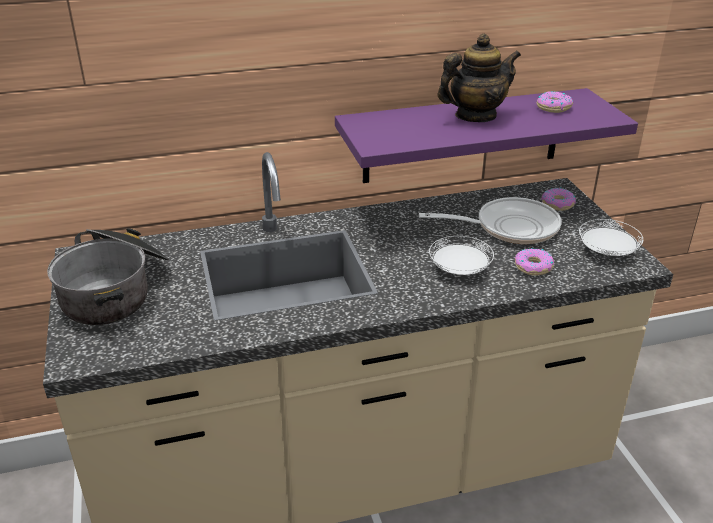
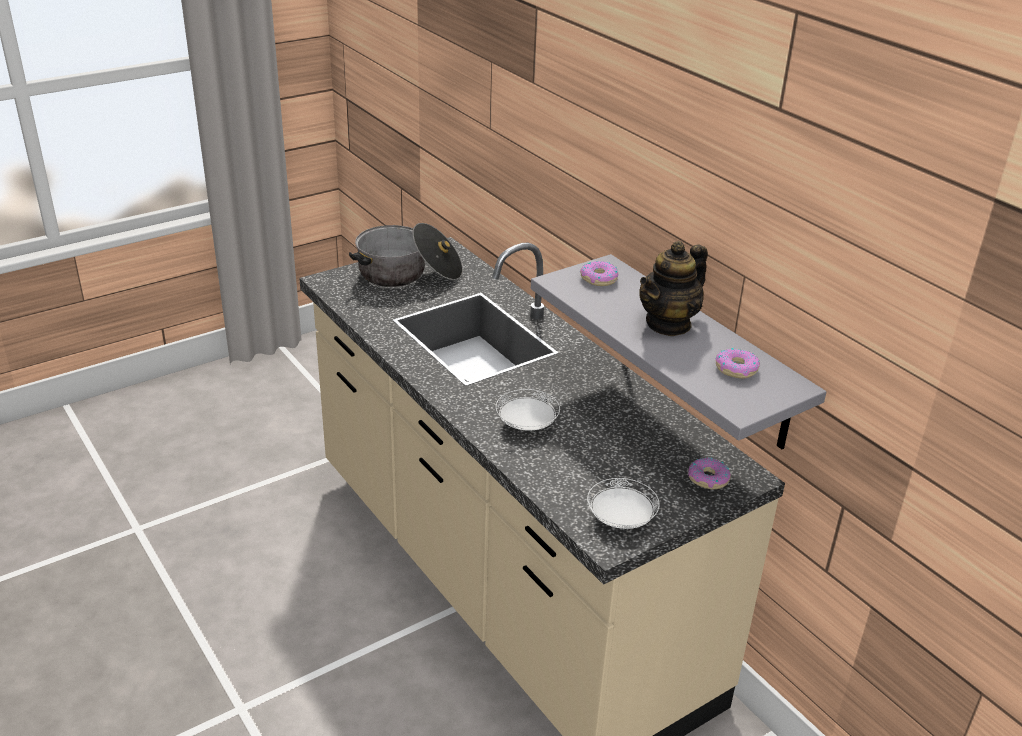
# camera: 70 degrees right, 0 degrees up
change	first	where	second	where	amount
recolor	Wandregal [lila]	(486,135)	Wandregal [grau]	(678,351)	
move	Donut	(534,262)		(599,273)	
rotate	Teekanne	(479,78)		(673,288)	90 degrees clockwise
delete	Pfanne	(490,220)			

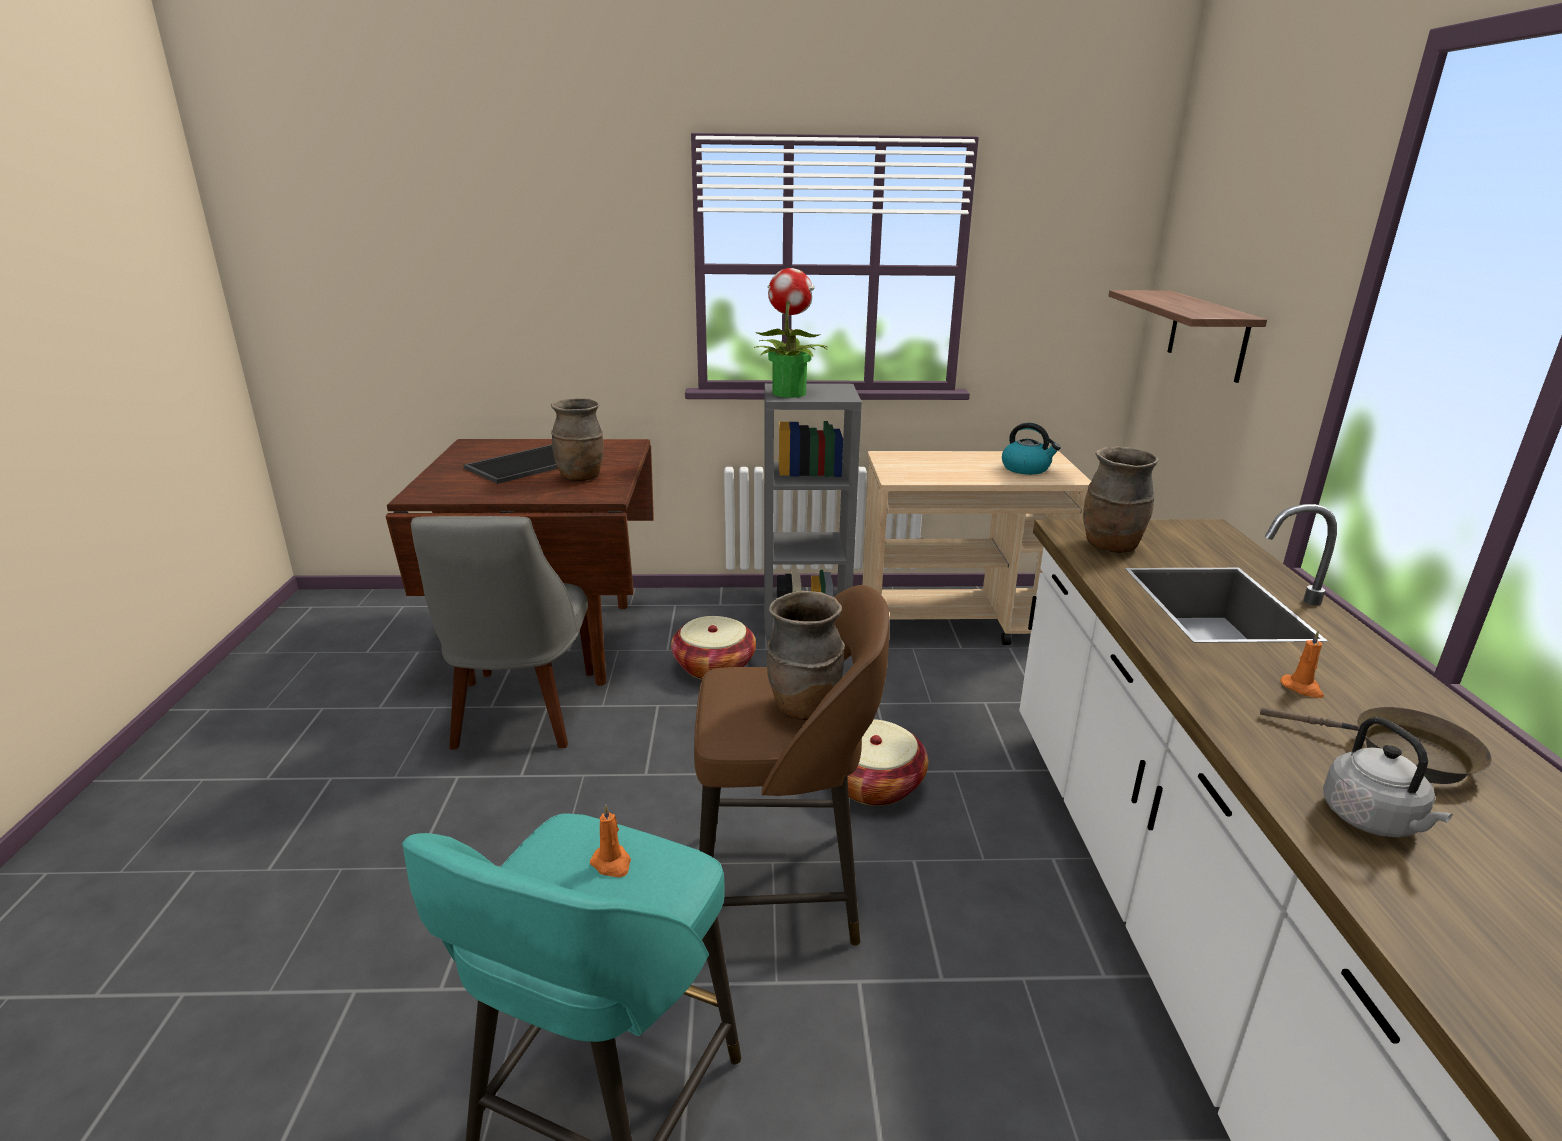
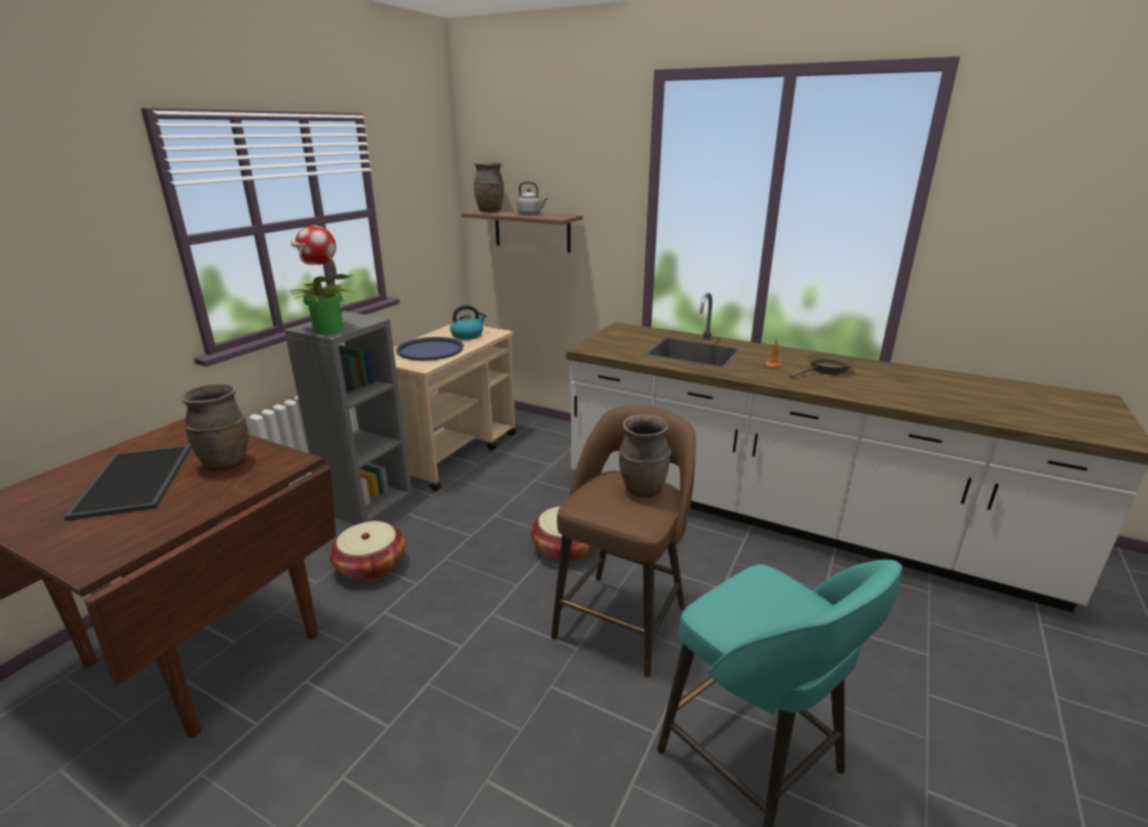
# camera: 60 degrees left, 0 degrees up
change	first	where	second	where	amount
insert			Tablett [blau]	(430,348)	
move	Vase [braun]	(1121,499)		(489,187)	
move	Wasserkessel [grau]	(1388,777)		(532,198)	
delete	Stuhl [grau]	(502,632)			
delete	Kerze [orange]	(610,841)			

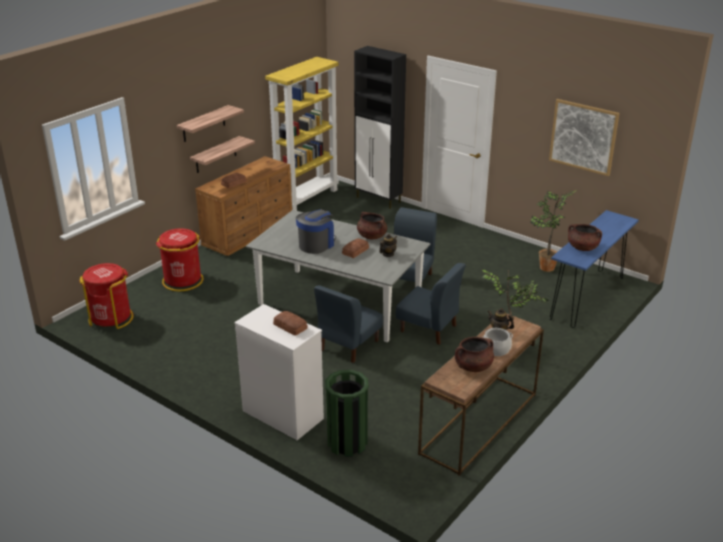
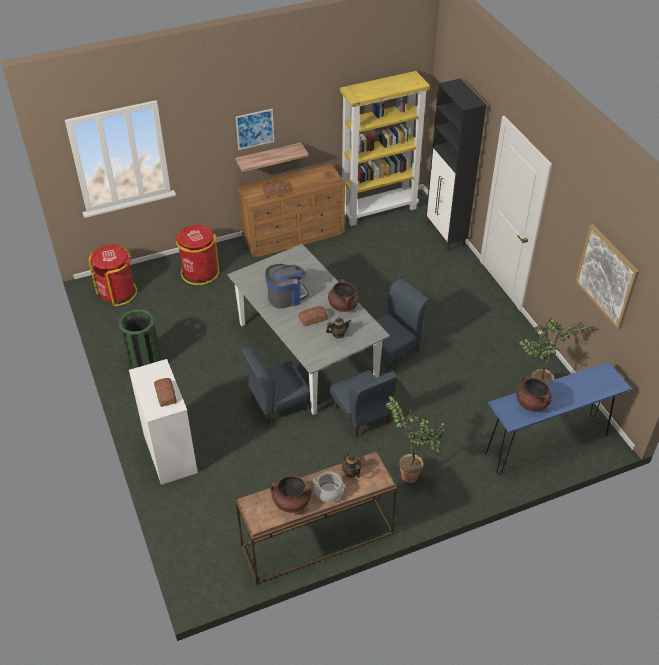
# camera: 30 degrees right, 15 degrees up
change	first	where	second	where	amount
move	Mülleimer [grün]	(347,413)		(140,339)	
replace	Wandregal	(210,123)	Bild	(255,129)	

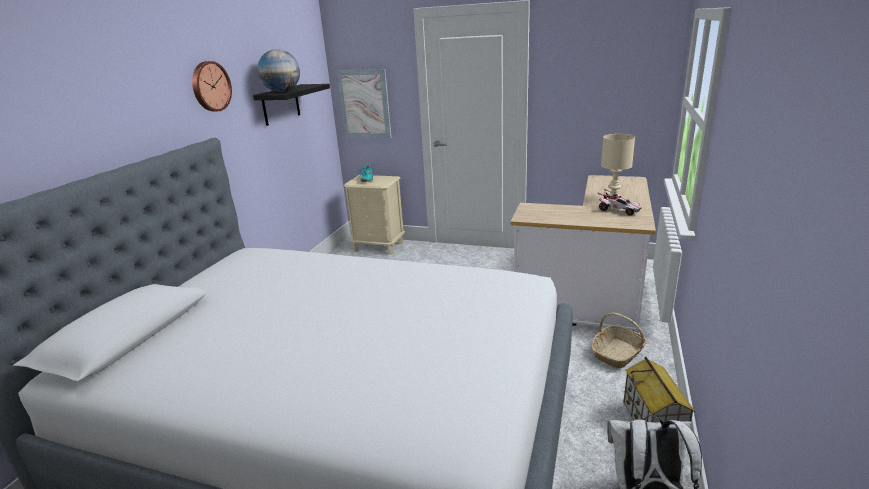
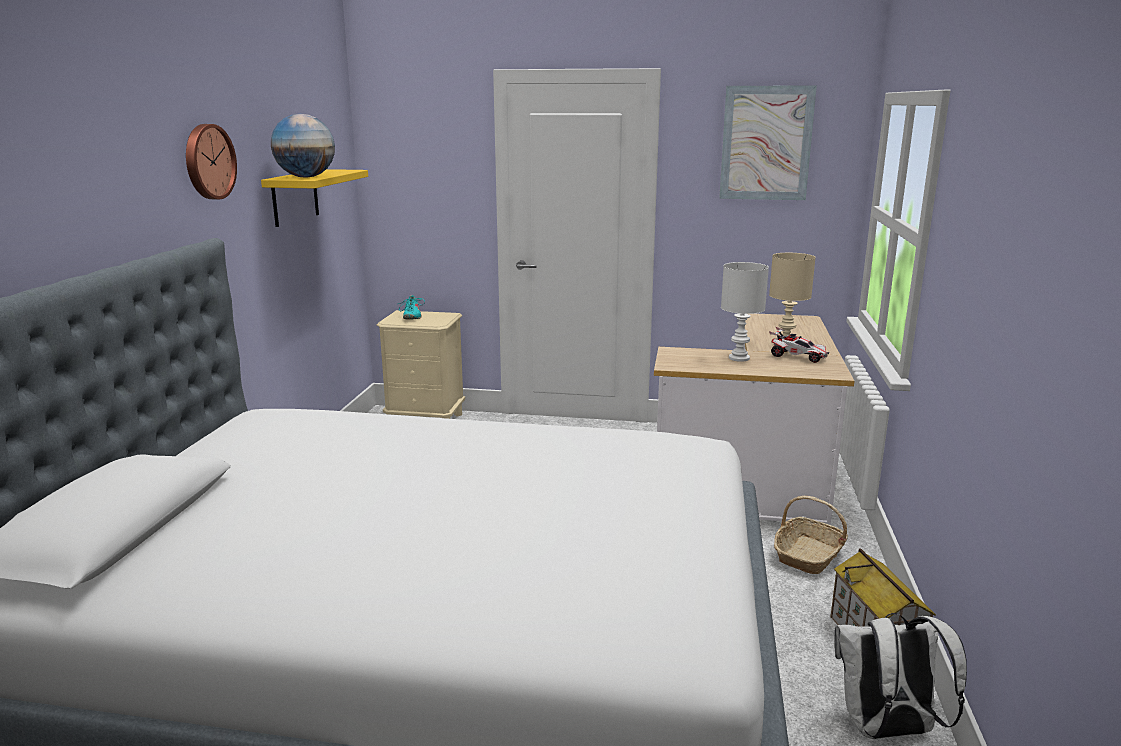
# camera: 10 degrees left, 5 degrees down
change	first	where	second	where	amount
recolor	Wandregal [schwarz]	(291,105)	Wandregal [gelb]	(314,198)	
move	Bild	(363,103)		(768,142)	
insert			Tischlampe [weiß]	(745,312)	

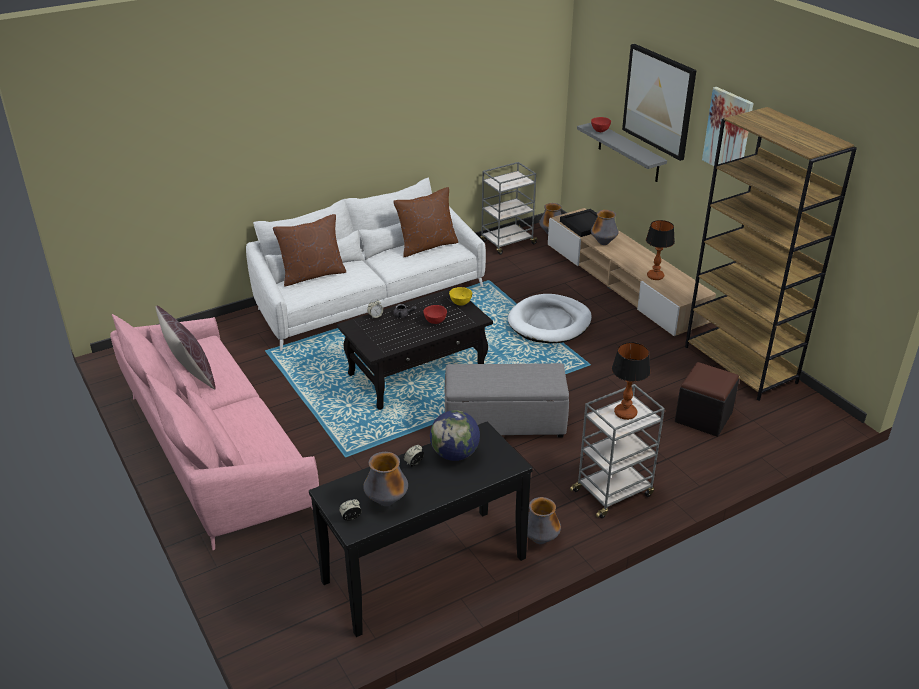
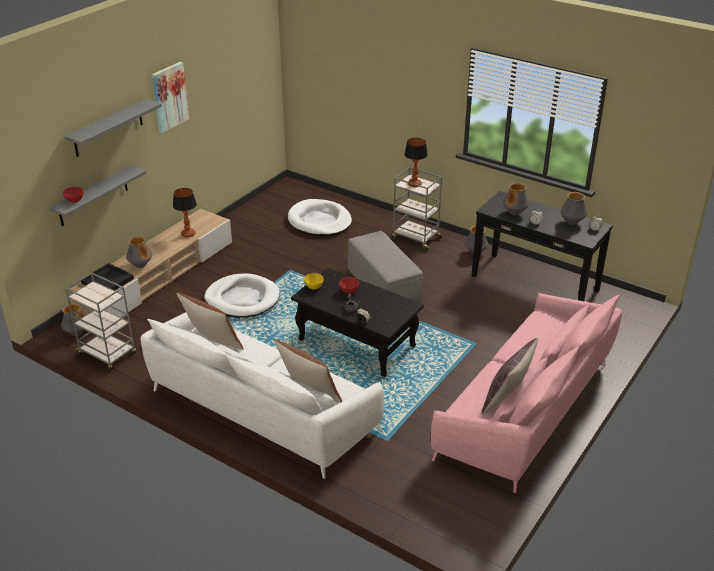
# camera: 115 degrees left, 0 degrees up
change	first	where	second	where	amount
replace	Bild	(659,102)	Wandregal [grau]	(113,128)	
replace	Polsterhocker [schwarz]	(707,399)	Hundebett [weiß]	(320,217)	
replace	Globus	(455,435)	Vase	(516,199)	
delete	Bücherregal [braun]	(771,254)			

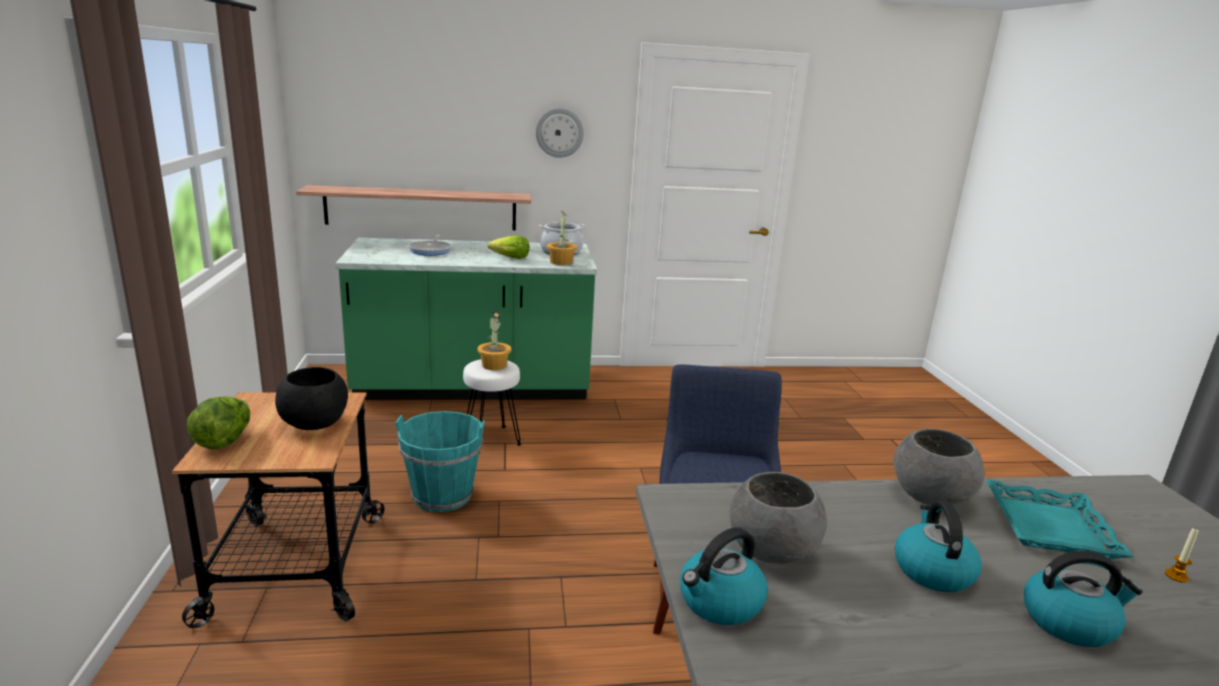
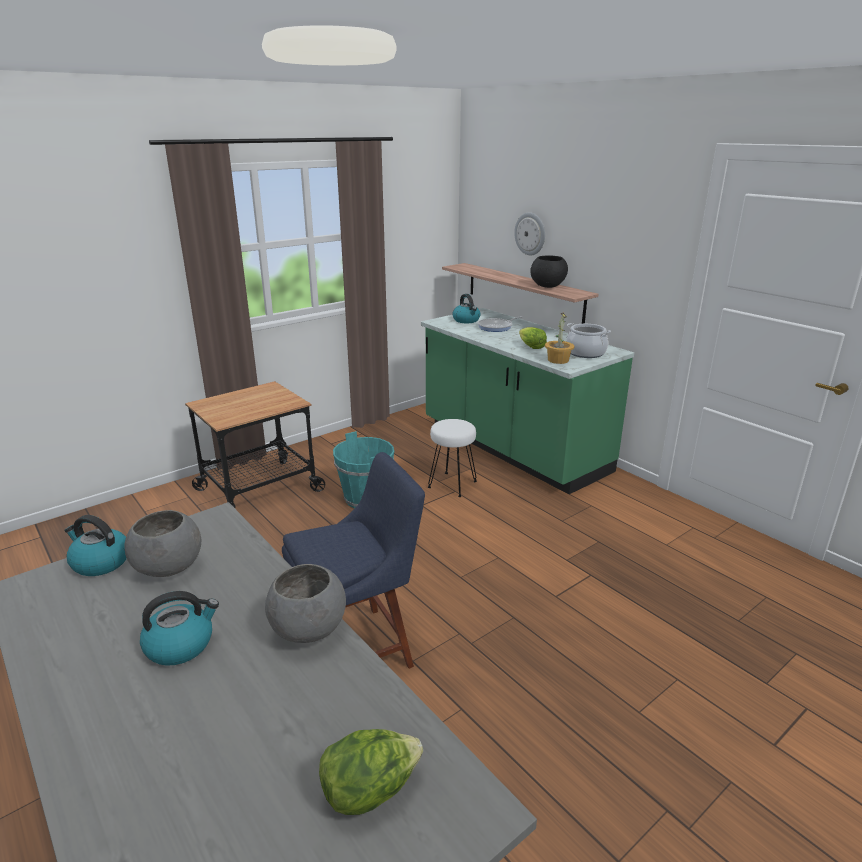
# camera: 60 degrees right, 5 degrees up
change	first	where	second	where	amount
move	Salatkopf	(218,422)		(371,772)	
move	Wasserkessel	(1083,599)		(466,308)	
move	Wanduhr	(560,133)		(529,233)	
move	Schüssel [schwarz]	(311,398)		(549,271)	
delete	Topfpflanze	(494,341)			
delete	Tablett [türkis]	(1060,519)			
delete	Kerze	(1181,555)			

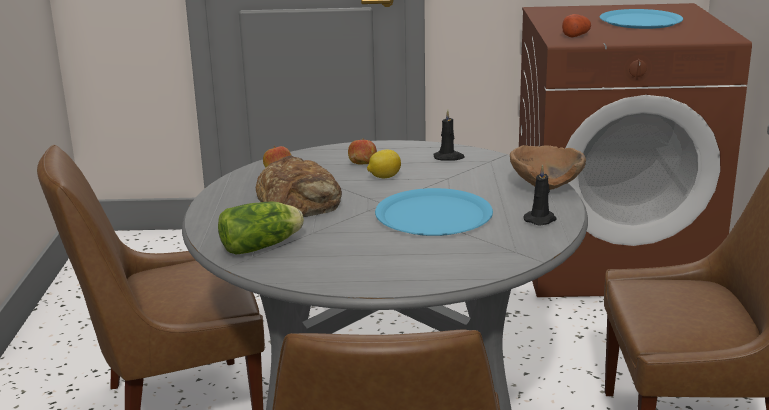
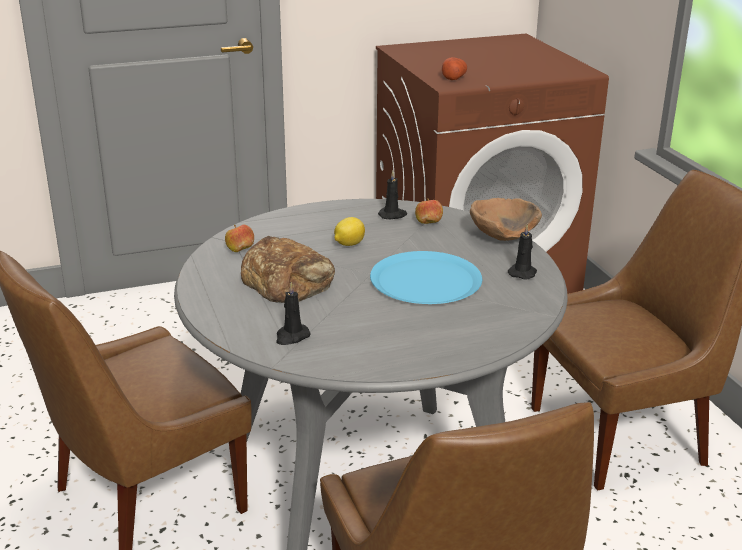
# camera: 20 degrees left, 5 degrees up
change	first	where	second	where	amount
replace	Salatkopf	(261,227)	Kerze [schwarz]	(293,313)	
move	Apfel	(362,151)		(429,211)	
delete	Teller [blau]	(641,19)			

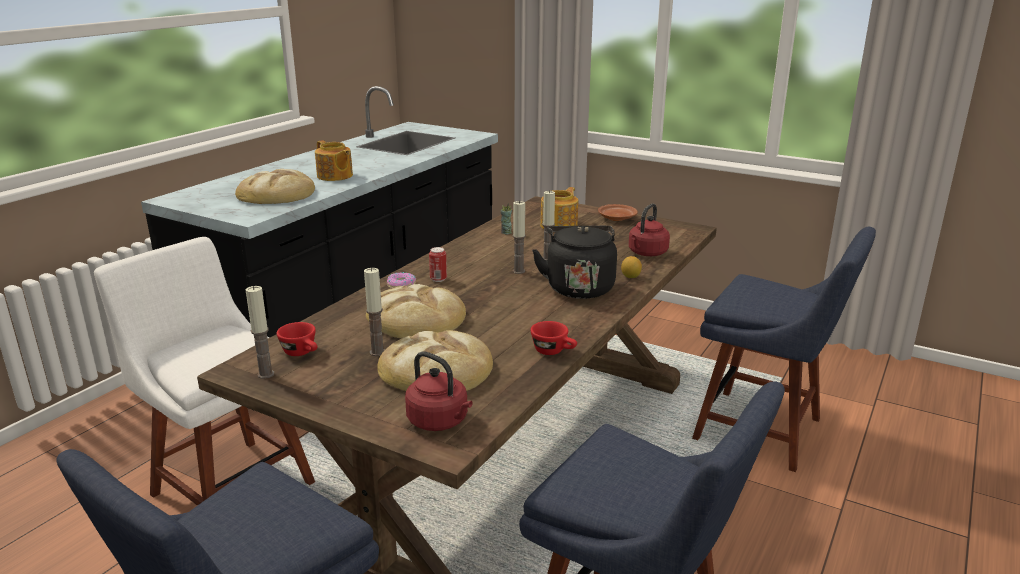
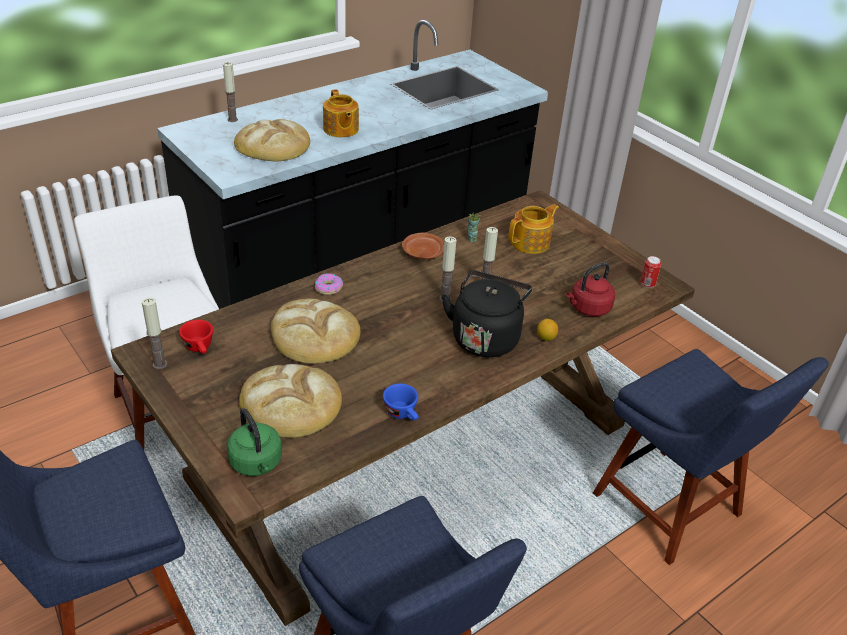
# camera: 20 degrees right, 15 degrees up
change	first	where	second	where	amount
move	Kerze	(374,311)		(230,92)	
recolor	Wasserkessel [rot]	(438,391)	Wasserkessel [grün]	(254,442)	
recolor	Tasse [rot]	(554,338)	Tasse [blau]	(401,401)	
move	Teller [braun]	(618,212)		(423,246)	
move	Dose	(438,264)		(650,272)	

